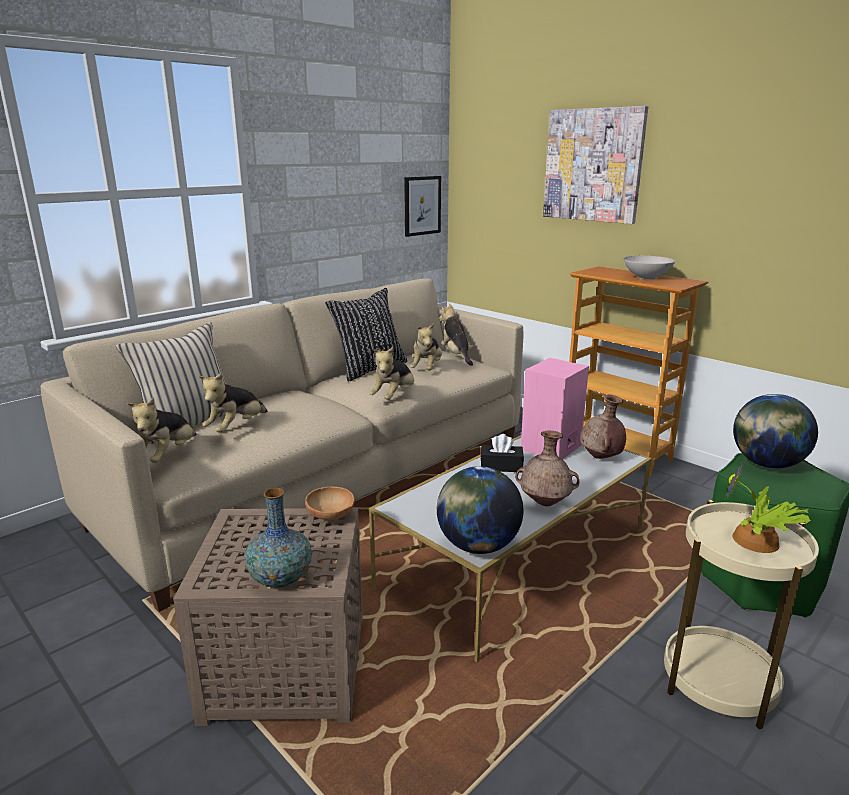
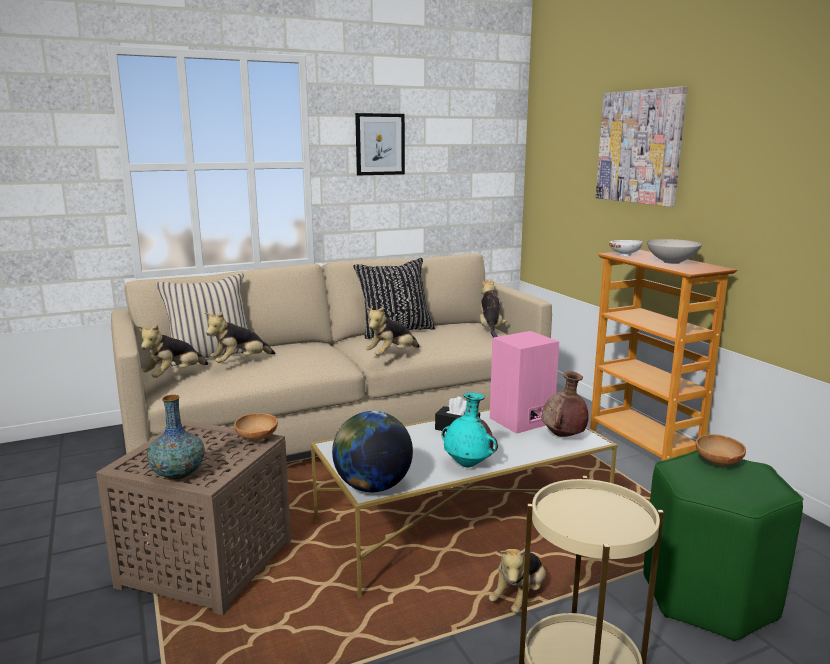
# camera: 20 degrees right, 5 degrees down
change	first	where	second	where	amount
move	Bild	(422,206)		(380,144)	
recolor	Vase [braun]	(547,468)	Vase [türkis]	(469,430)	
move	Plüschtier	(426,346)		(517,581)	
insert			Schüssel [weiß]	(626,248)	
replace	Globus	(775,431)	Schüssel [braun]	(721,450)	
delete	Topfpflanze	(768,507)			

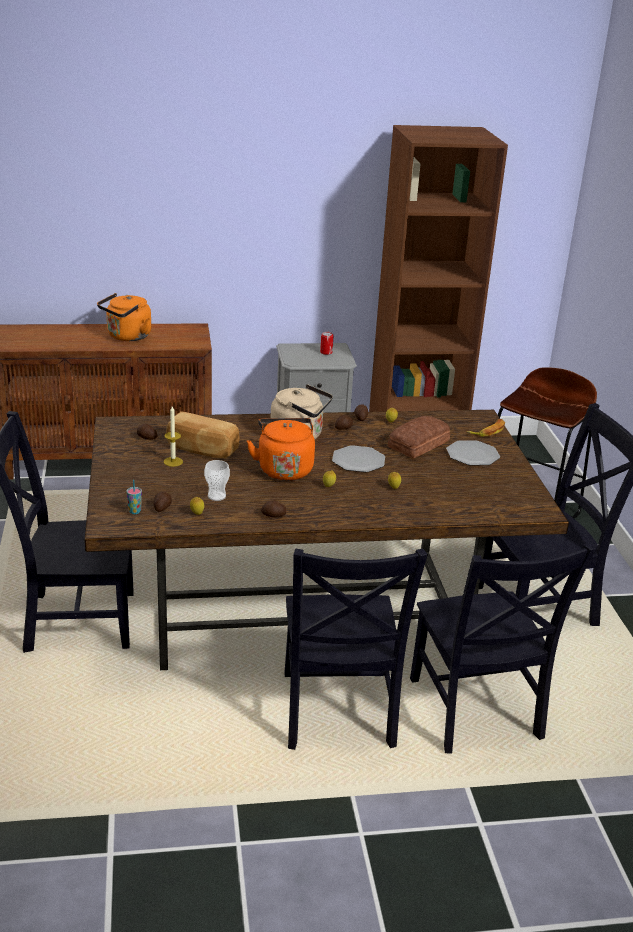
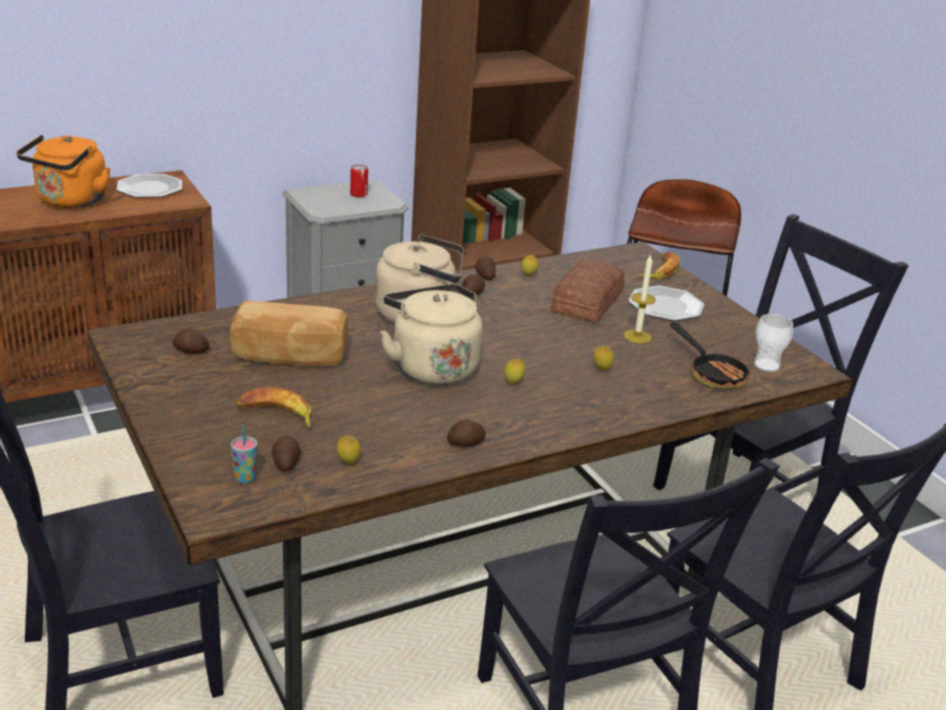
# camera: 20 degrees left, 0 degrees up
change	first	where	second	where	amount
move	Teller	(358,458)		(149,186)	
insert			Banane	(273,407)	
recolor	Wasserkessel [orange]	(281,449)	Wasserkessel [beige]	(431,334)	
move	Kerze	(173,436)		(640,298)	
insert			Pfanne	(711,355)	
move	Tasse	(217,480)		(773,343)	

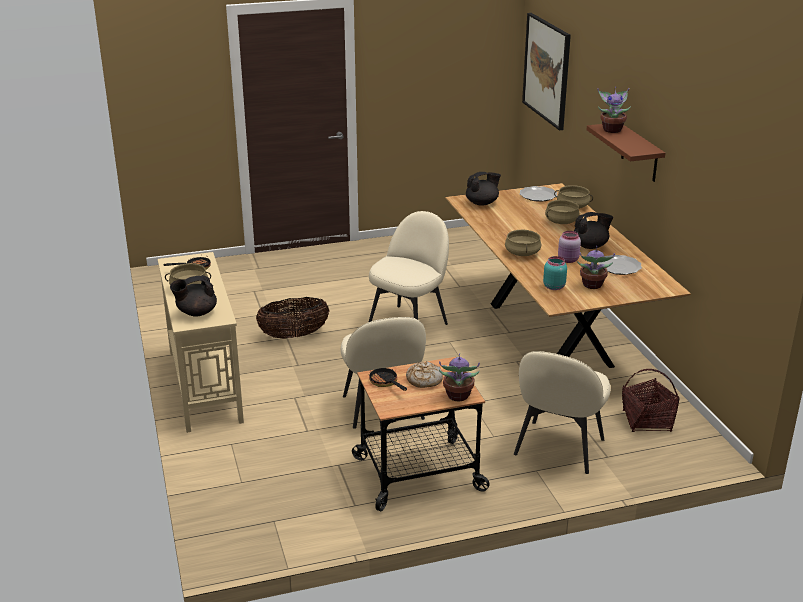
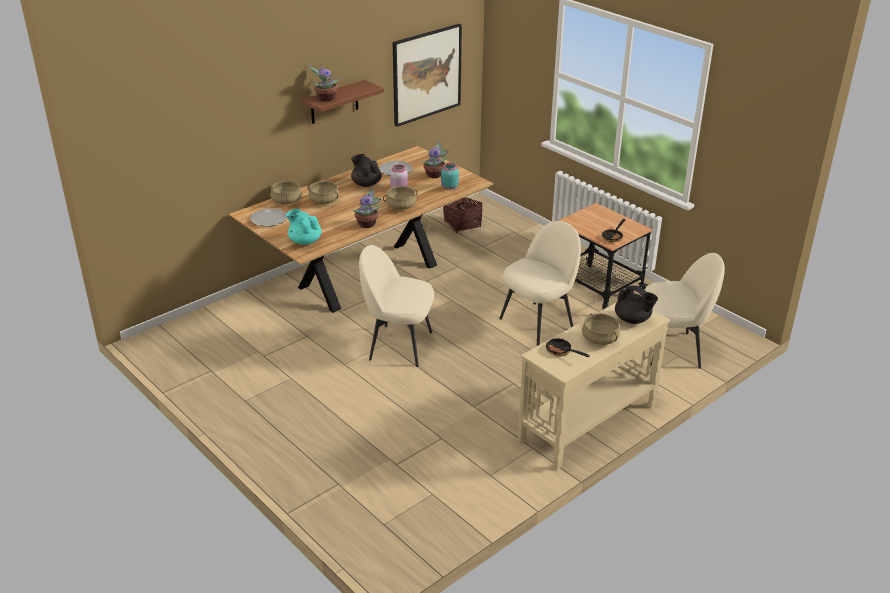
# camera: 115 degrees left, 5 degrees up
change	first	where	second	where	amount
recolor	Teekanne [schwarz]	(483,189)	Teekanne [türkis]	(304,227)	
move	Topfpflanze	(459,377)		(366,207)	
move	Bild	(546,71)		(427,75)	
move	Stuhl [beige]	(562,412)		(685,311)	
delete	Korb	(293,317)			
delete	Brot	(424,374)			

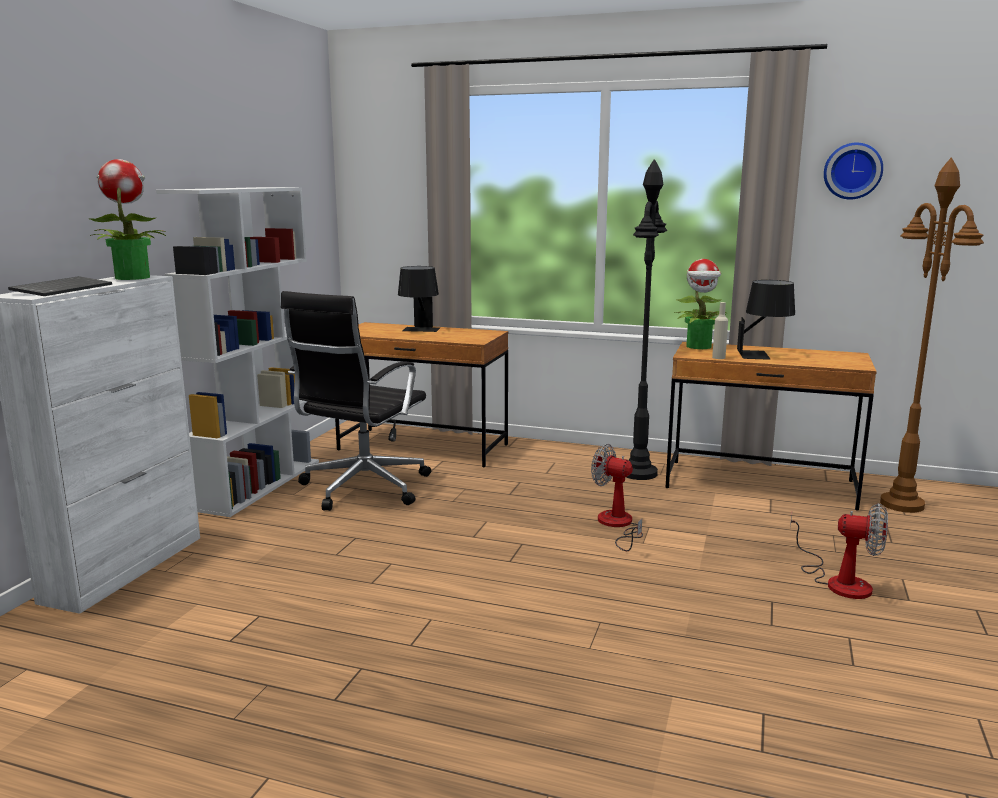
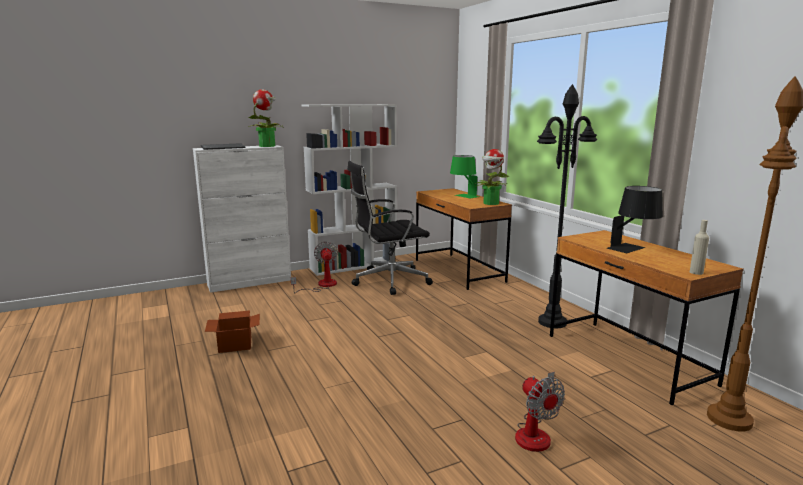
# camera: 45 degrees right, 0 degrees up
change	first	where	second	where	amount
insert			Karton	(232,331)	
move	Ventilator	(617,497)		(314,267)	
recolor	Tischlampe [schwarz]	(419,299)	Tischlampe [grün]	(464,176)	
move	Topfpflanze	(700,304)		(492,177)	
move	Flasche [beige]	(720,330)		(699,247)	
delete	Wanduhr	(853,171)			

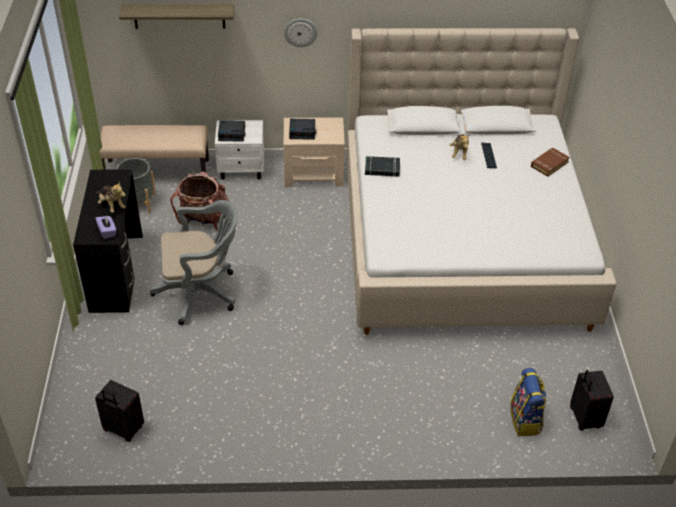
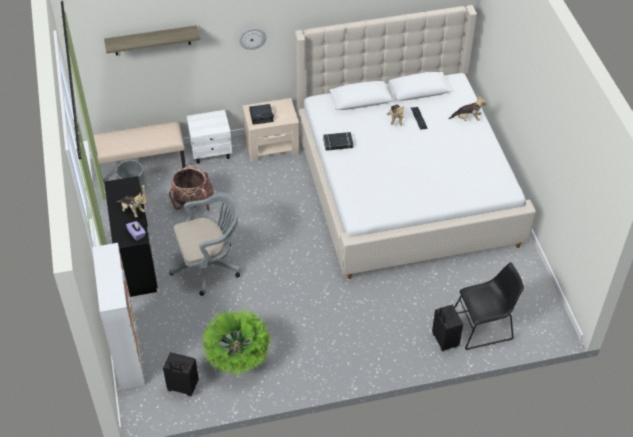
# camera: 10 degrees left, 5 degrees up
change	first	where	second	where	amount
insert			Schrank	(118,316)	
insert			Topfpflanze	(237,342)	
move	Koffer [schwarz]	(592,400)		(447,328)	
replace	Buch [braun]	(550,162)	Plüschtier	(467,108)	
replace	Rucksack	(528,402)	Stuhl [schwarz]	(489,306)	
delete	Wecker	(231,131)			

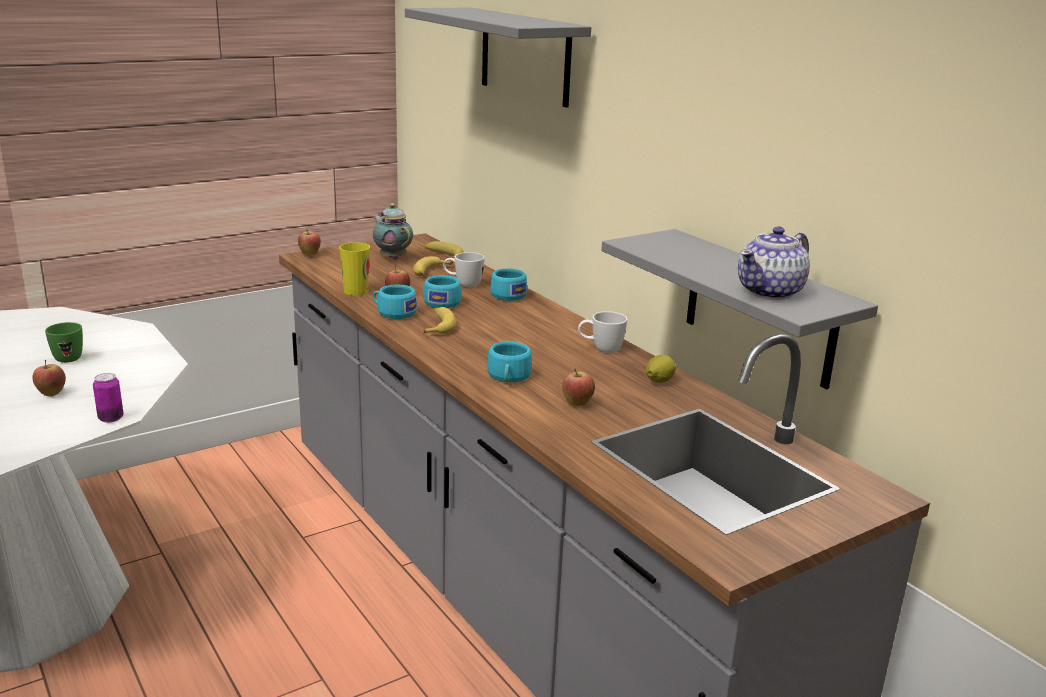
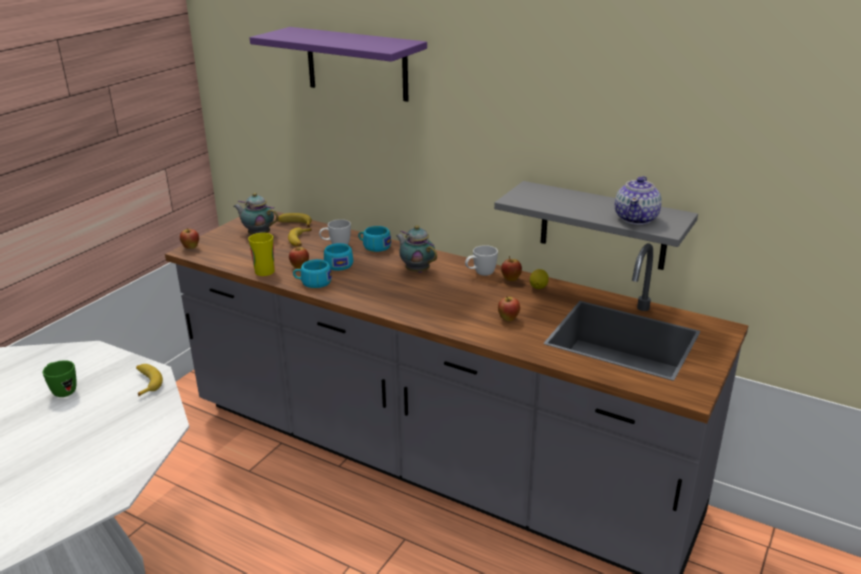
# camera: 25 degrees left, 5 degrees up
change	first	where	second	where	amount
move	Banane	(440,320)		(149,380)	
recolor	Wandregal [grau]	(498,58)	Wandregal [lila]	(338,64)	
insert			Teekanne	(416,249)	
move	Apfel	(49,378)		(511,268)	
delete	Dose	(108,398)			
delete	Tasse [türkis]	(509,362)			

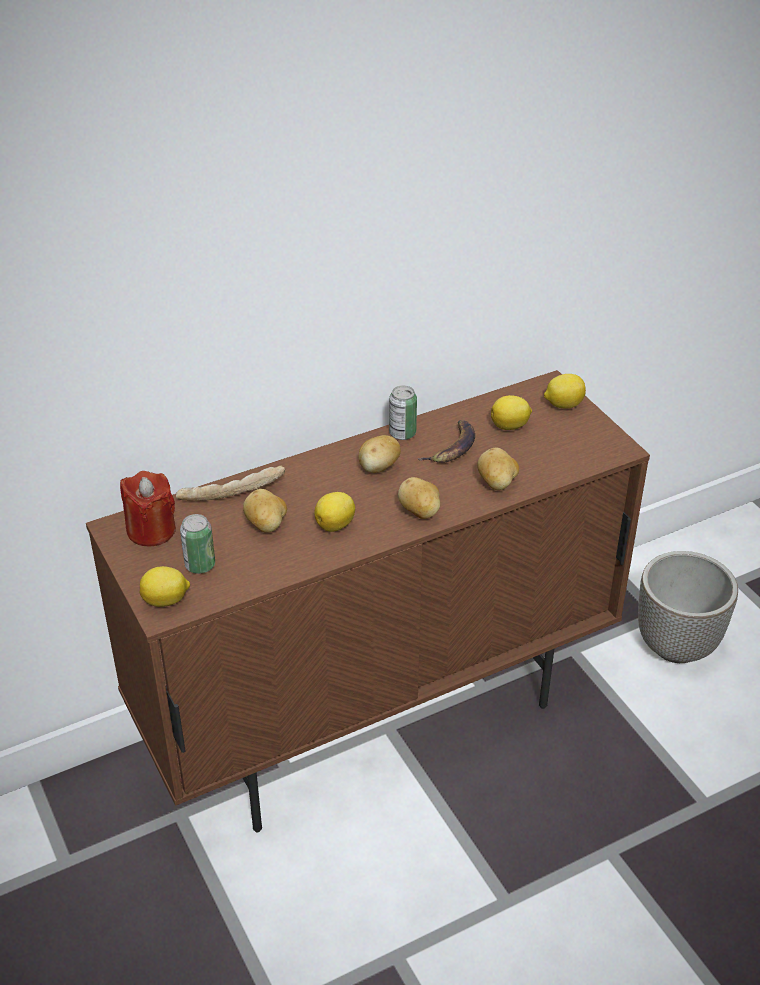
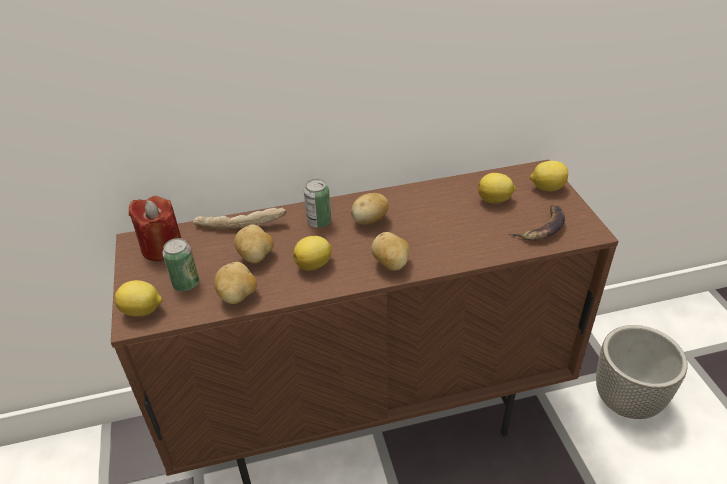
# camera: 15 degrees right, 0 degrees up
change	first	where	second	where	amount
move	Kartoffel	(498,469)		(235,283)	
move	Dose	(403,413)		(317,203)	
move	Banane	(446,441)		(537,223)	

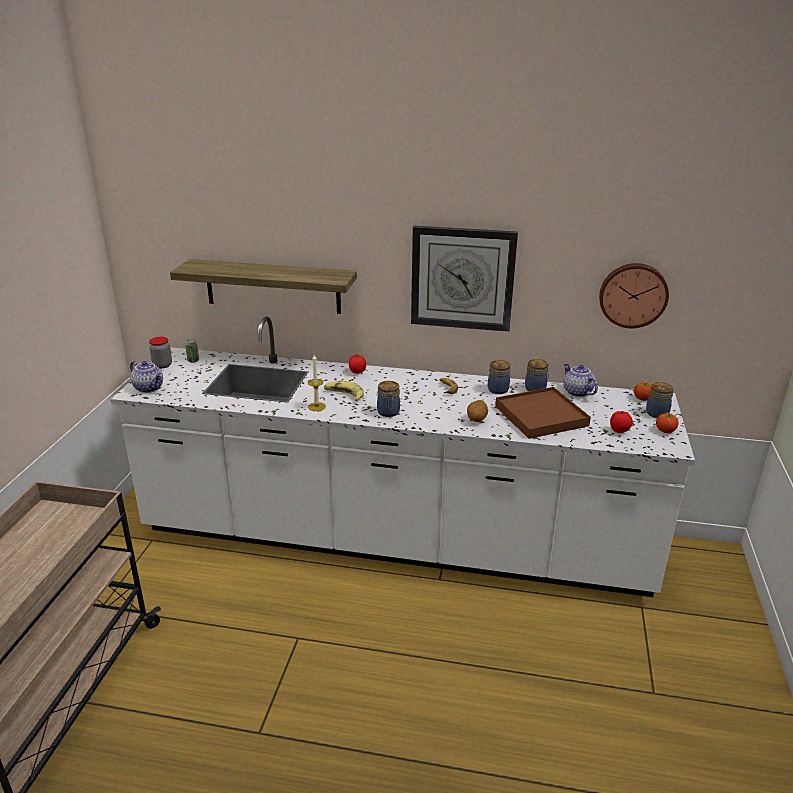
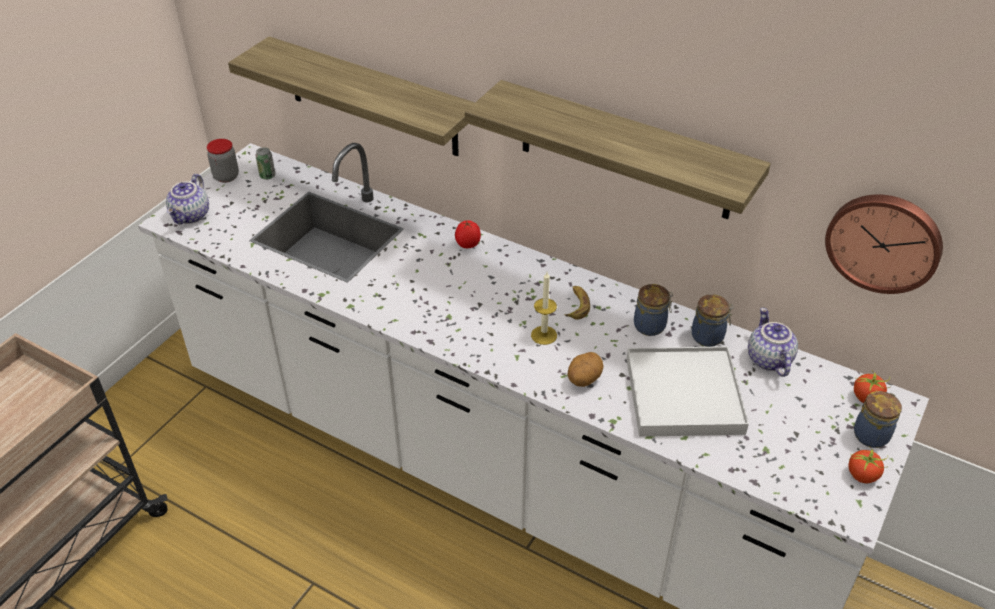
# camera: 20 degrees right, 15 degrees up
change	first	where	second	where	amount
rotate	Teekanne	(146,377)		(187,199)	45 degrees clockwise
replace	Wanduhr	(464,279)	Wandregal	(618,149)	
move	Kerze	(317,383)		(544,308)	
recolor	Tablett [braun]	(543,413)	Tablett [weiß]	(688,391)	
delete	Banane	(344,391)			
delete	Vorratsglas	(388,399)			
delete	Tomate	(621,422)			

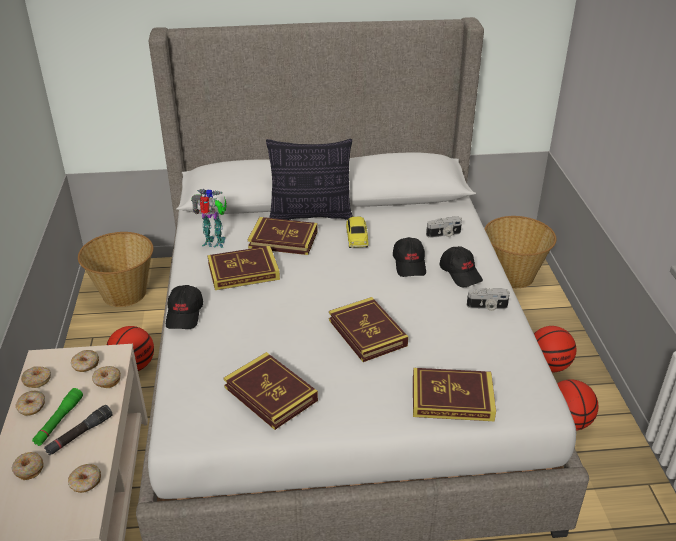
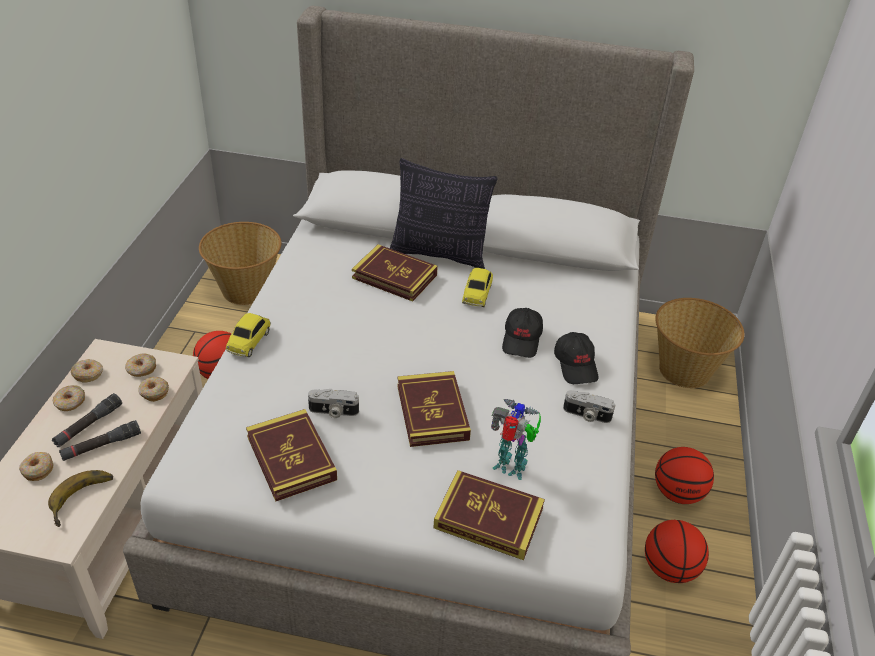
# camera: 15 degrees right, 5 degrees up
change	first	where	second	where	amount
replace	Donut	(84,478)	Banane	(80,498)	
recolor	Taschenlampe [grün]	(57,417)	Taschenlampe [schwarz]	(87,420)	
replace	Kappe [schwarz]	(184,307)	Spielzeugauto	(248,335)	
move	Kamera	(444,227)		(333,403)	
move	Spielzeugroboter	(209,218)		(516,439)	
delete	Buch	(243,268)			

